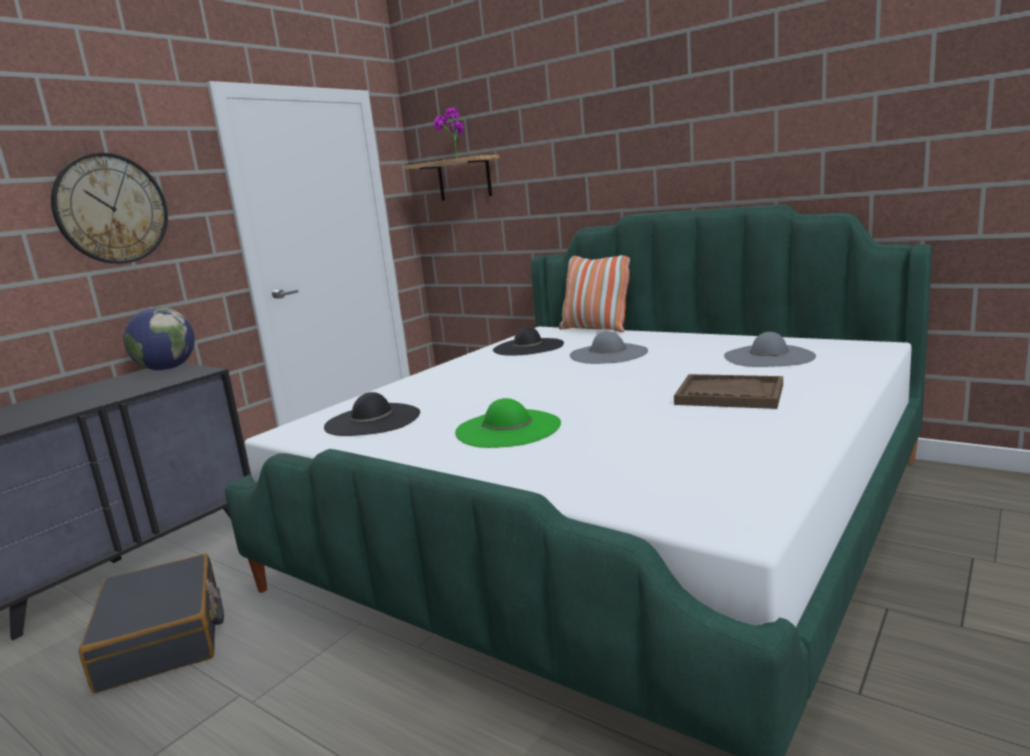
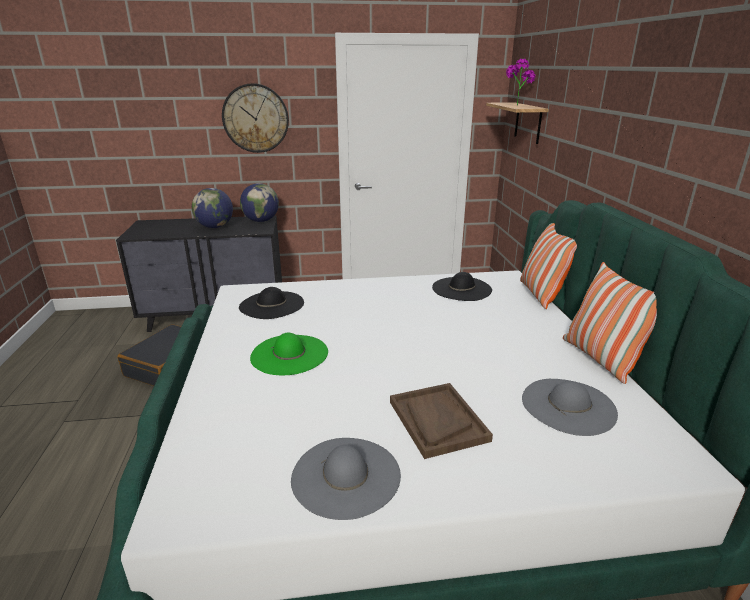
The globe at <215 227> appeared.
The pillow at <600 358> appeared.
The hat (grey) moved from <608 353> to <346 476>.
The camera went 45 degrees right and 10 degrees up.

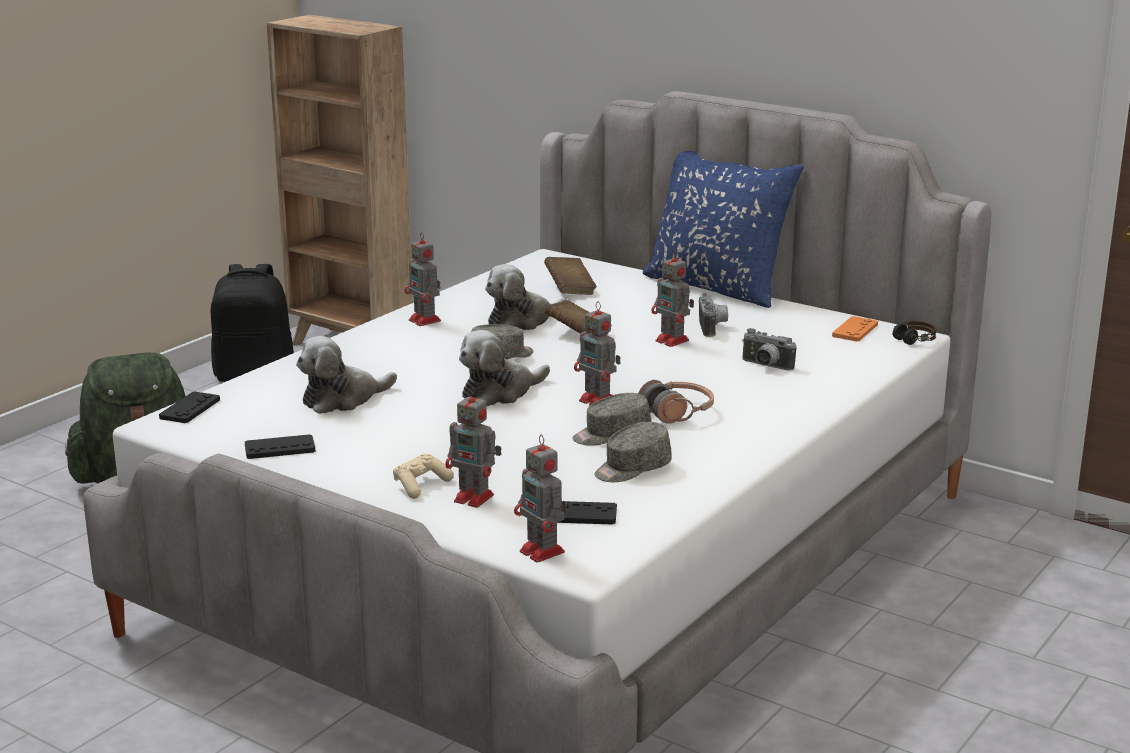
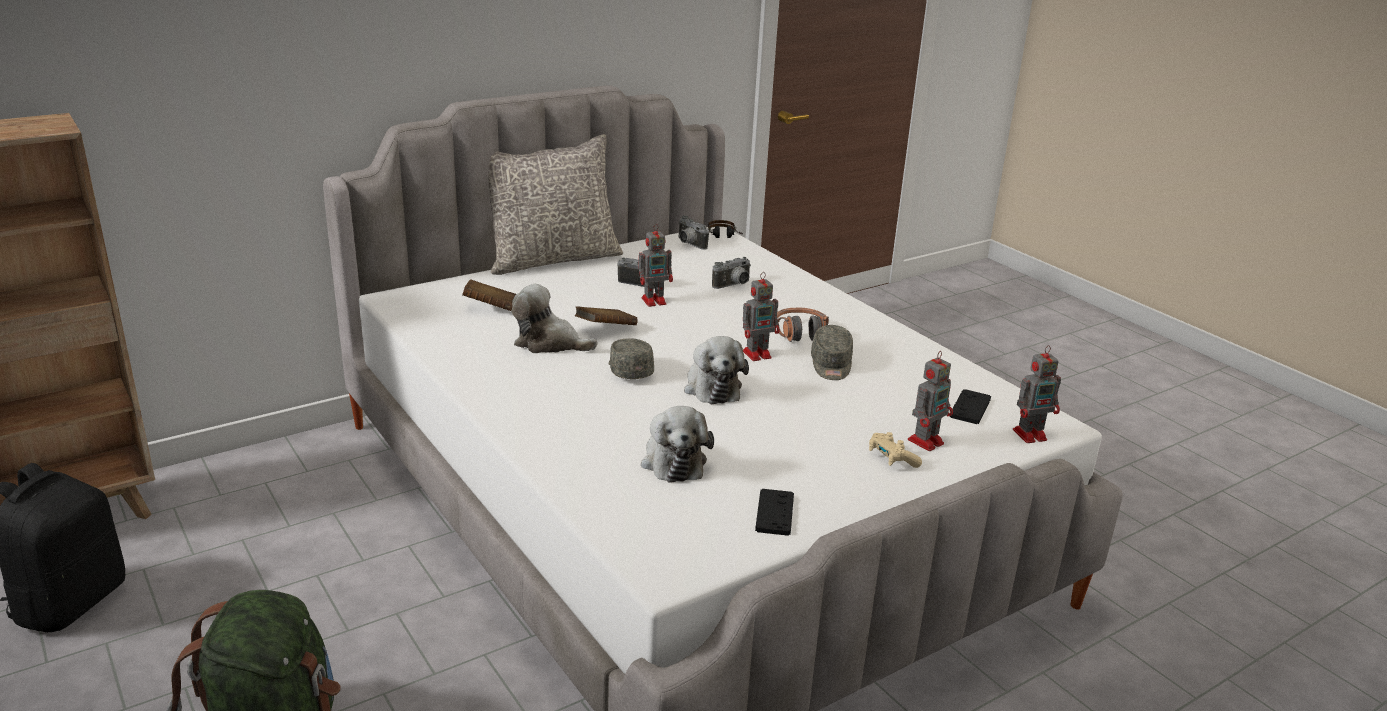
The game controller (black) at <190 409> disappeared.
The toy robot at <425 321> disappeared.
The cap (grey) at <632 469> disappeared.
The game controller (orange) at <855 330> was replaced by the photo camera at <689 244>.
The pillow (blue) at <717 287> became the pillow (grey) at <552 259>.
The plush toy at <522 321> turned 120 degrees clockwise.
The camera went 70 degrees left and 5 degrees up.

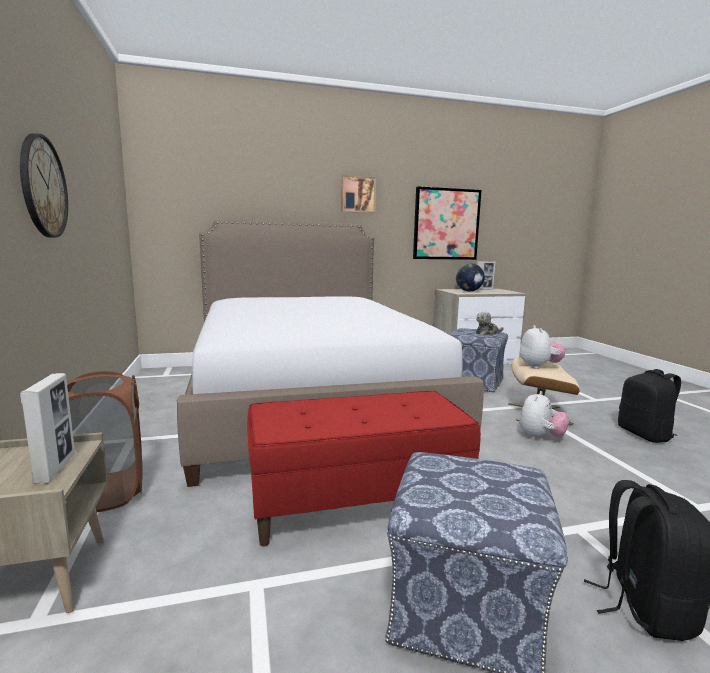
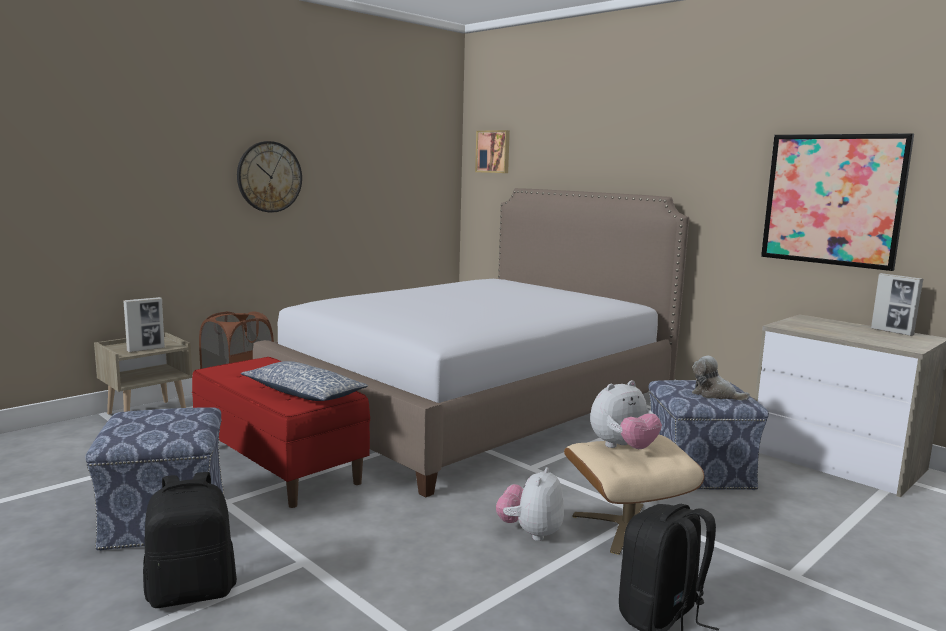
The globe at <469 291> disappeared.
The pillow at <304 393> appeared.
The picture moved from <358 194> to <493 151>.
The plush toy at <540 437> turned 105 degrees clockwise.
The camera went 60 degrees right and 0 degrees up.

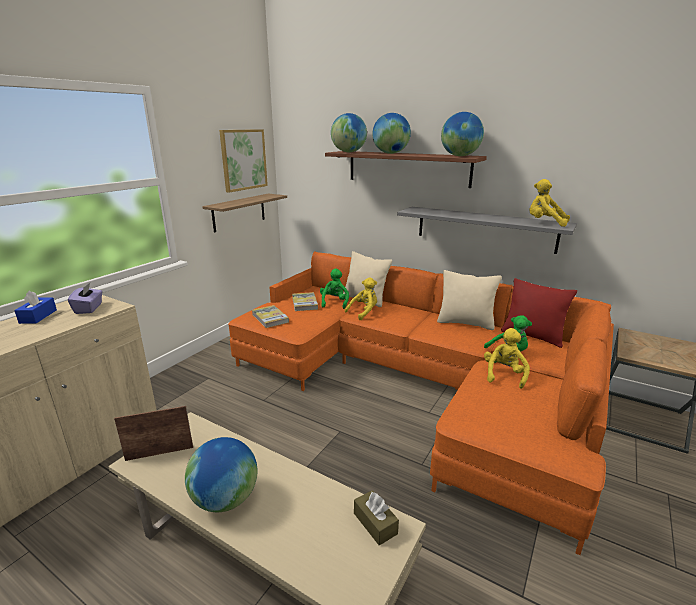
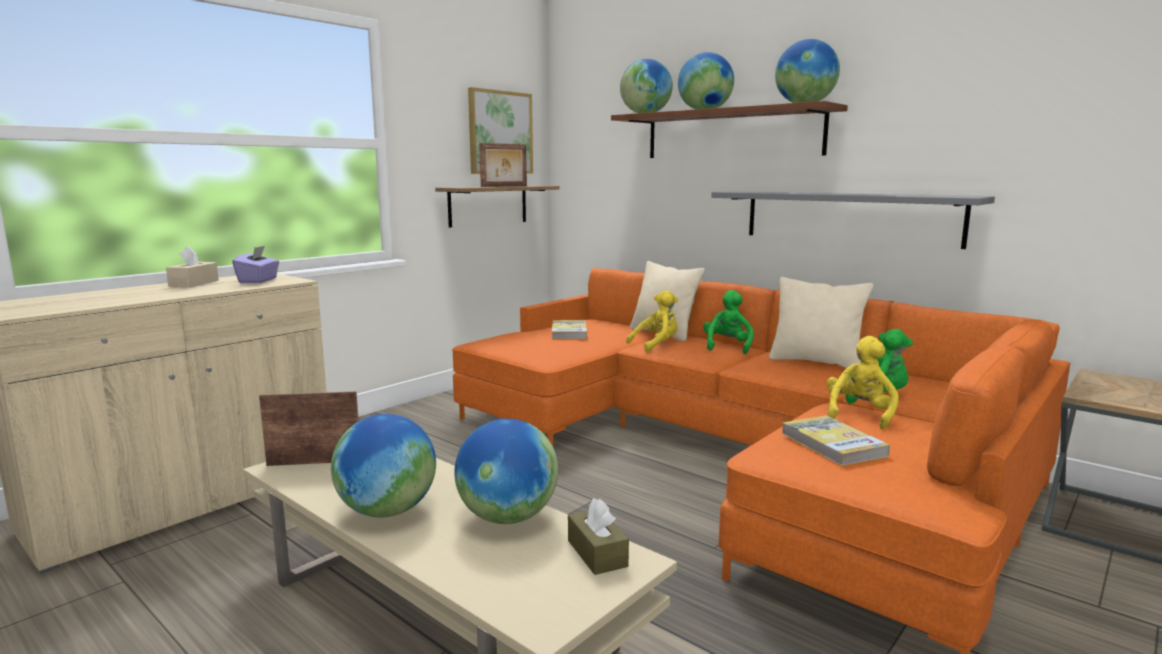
The pillow (red) at <532 336> disappeared.
The plush toy (yellow) at <544 223> disappeared.
The globe at <507 517> appeared.
The picture frame at <504 186> appeared.
The book moved from <270 318> to <833 444>.
The plush toy (green) moved from <334 302> to <727 347>.
The tissue box (blue) at <38 316> became the tissue box (beige) at <194 283>.
The camera went 10 degrees right and 10 degrees down.

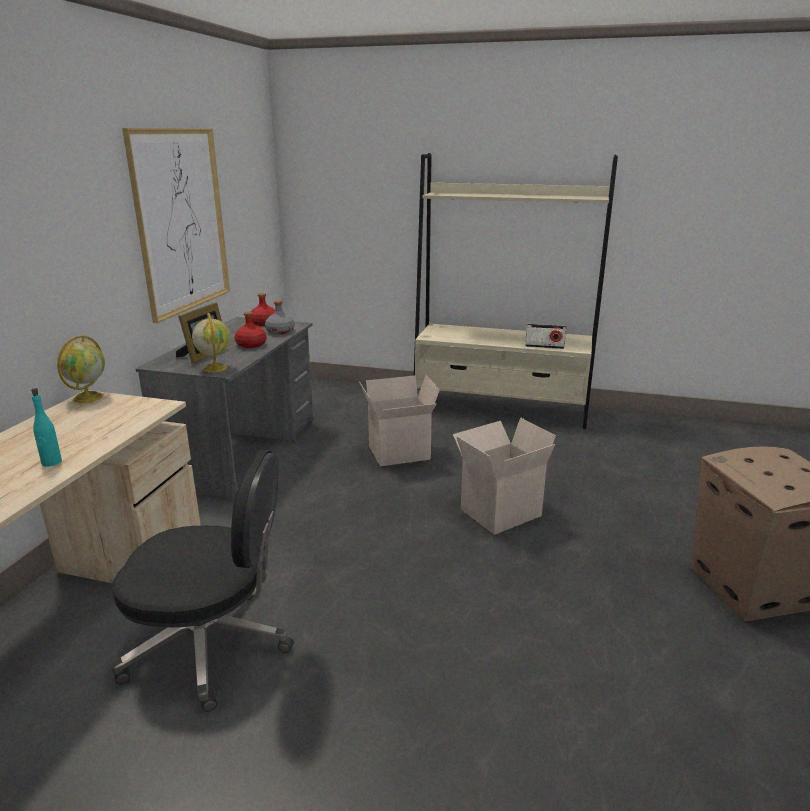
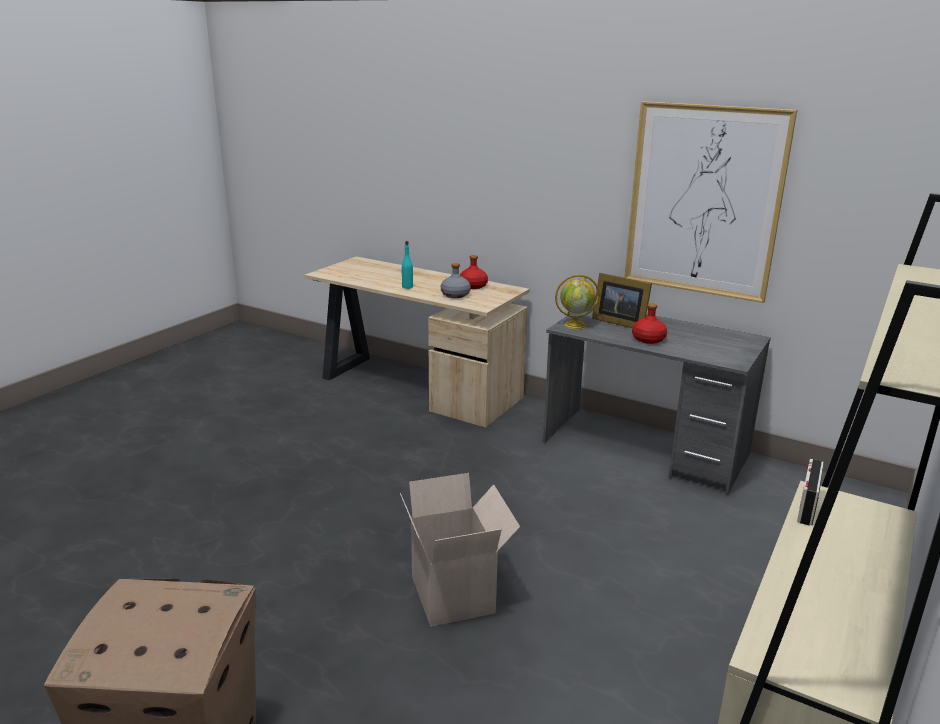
The globe at <88 397> disappeared.
The office chair (black) at <211 646> disappeared.
The cardboard box at <398 454> disappeared.
The bottle (red) moved from <264 323> to <473 286>.
The bottle (grey) moved from <280 332> to <455 295>.
The radio moved from <544 346> to <807 507>.
The camera went 105 degrees right and 0 degrees up.

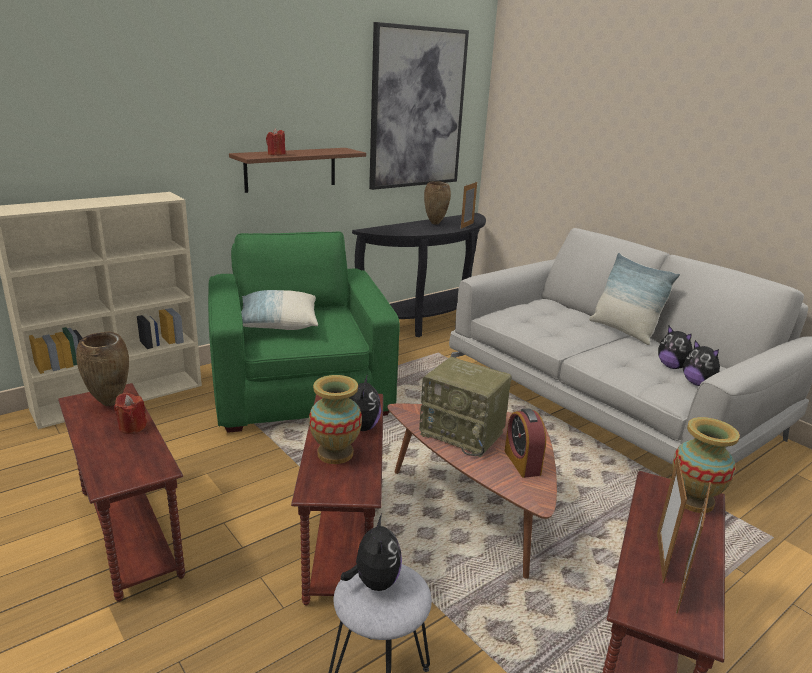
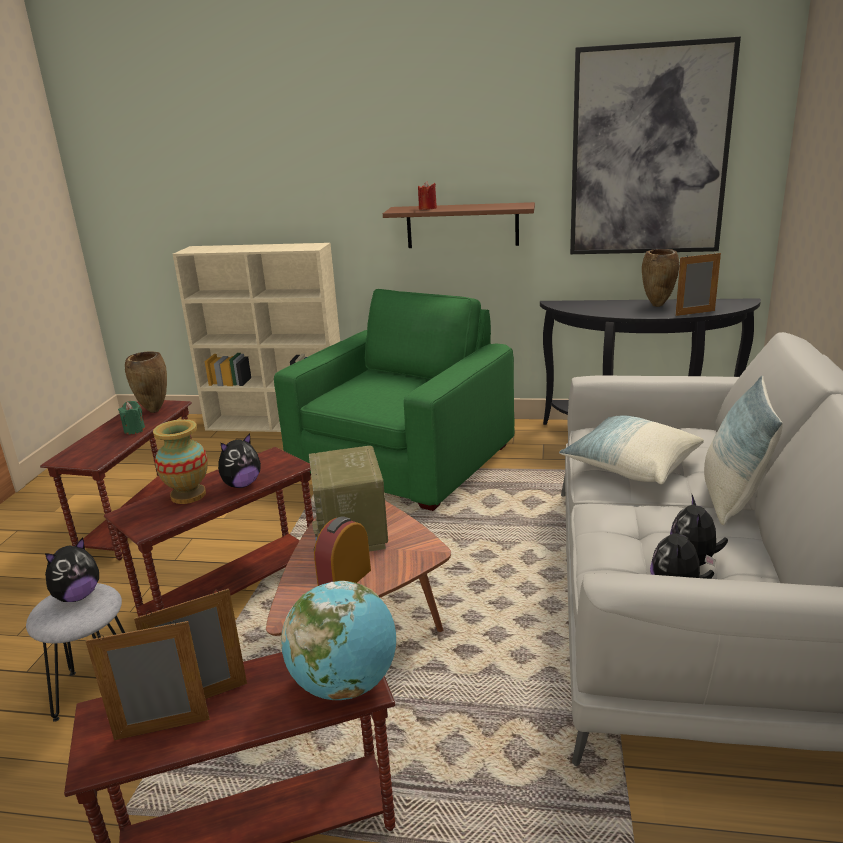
The pillow moved from <278 324> to <631 466>.
The vase at <693 500> was replaced by the globe at <345 684>.
The candle (red) at <132 427> became the candle (green) at <134 430>.
The camera went 50 degrees right and 0 degrees up.

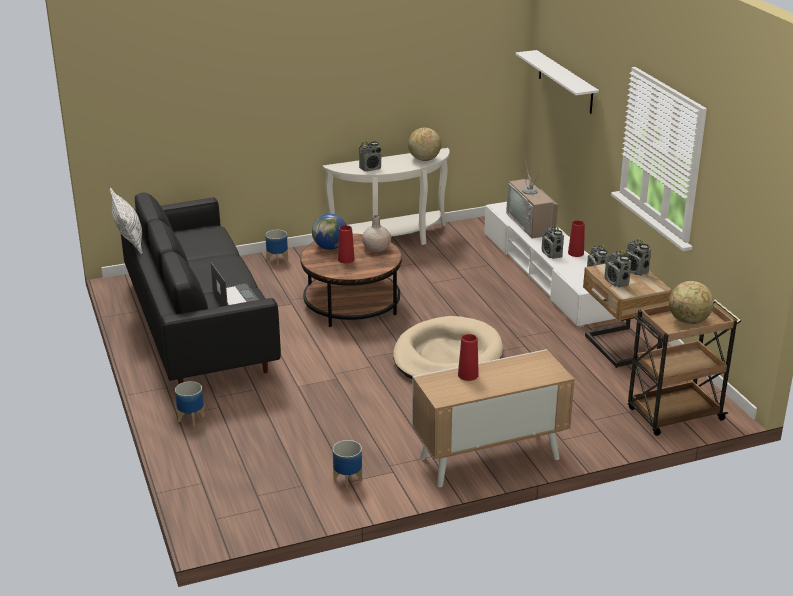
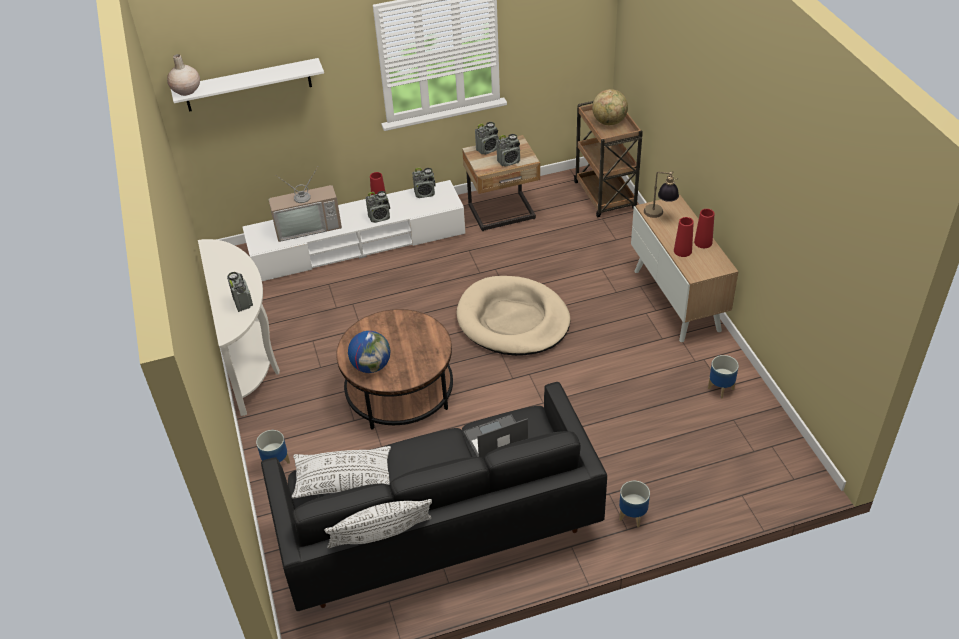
The globe at <424 159> disappeared.
The pillow (white) at <343 479> appeared.
The table lamp at <659 215> appeared.
The vase (red) moved from <346 259> to <703 242>.
The vase (beige) moved from <376 248> to <186 90>.
The camera went 85 degrees left and 15 degrees up.

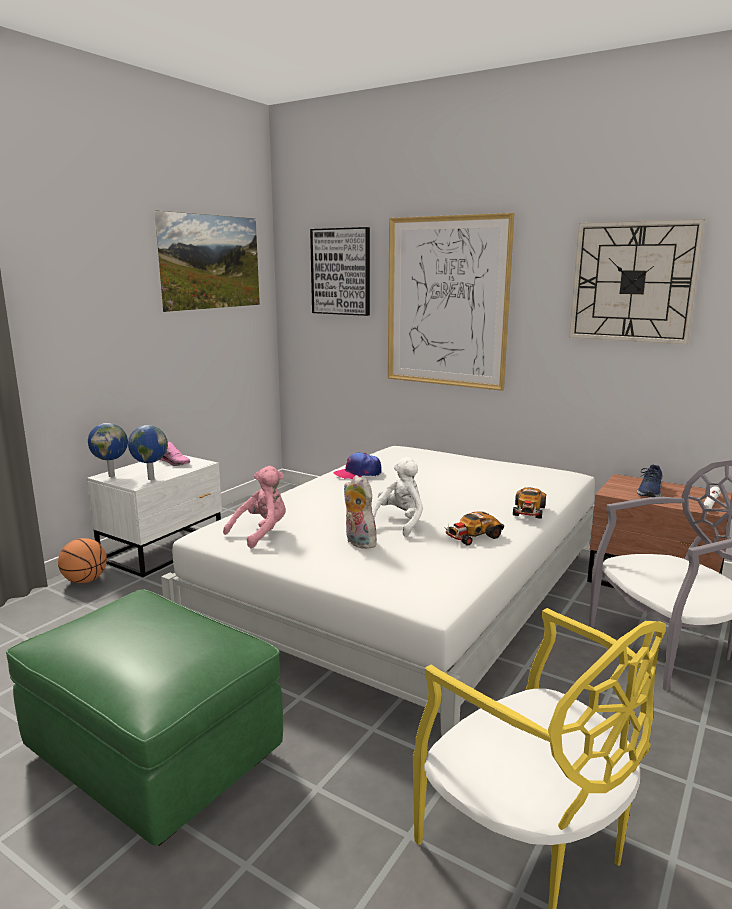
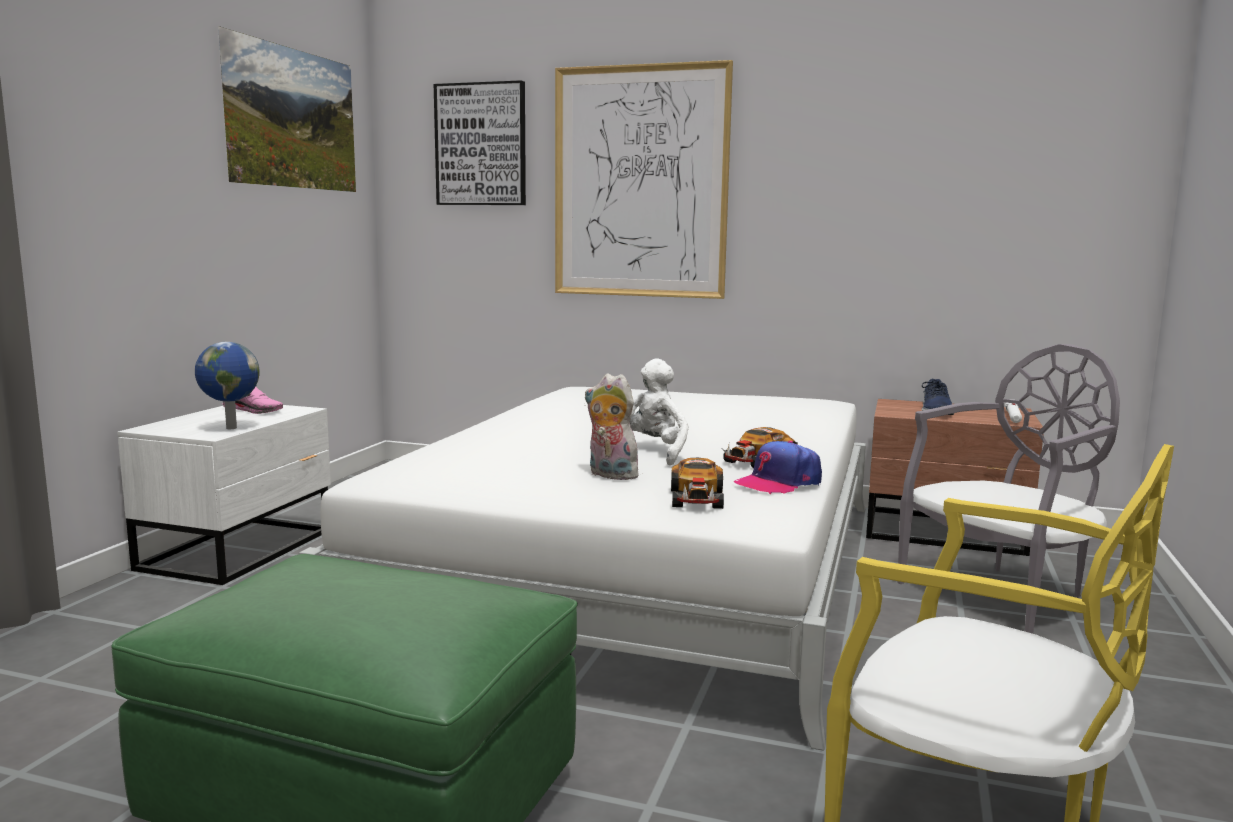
The basketball at <85 581> disappeared.
The globe at <112 475> disappeared.
The plush toy (pink) at <261 533> disappeared.
The wall clock at <633 282> disappeared.
The cap moved from <358 473> to <778 482>.
The toy car moved from <528 511> to <697 499>.
The camera went 15 degrees left and 5 degrees down.

